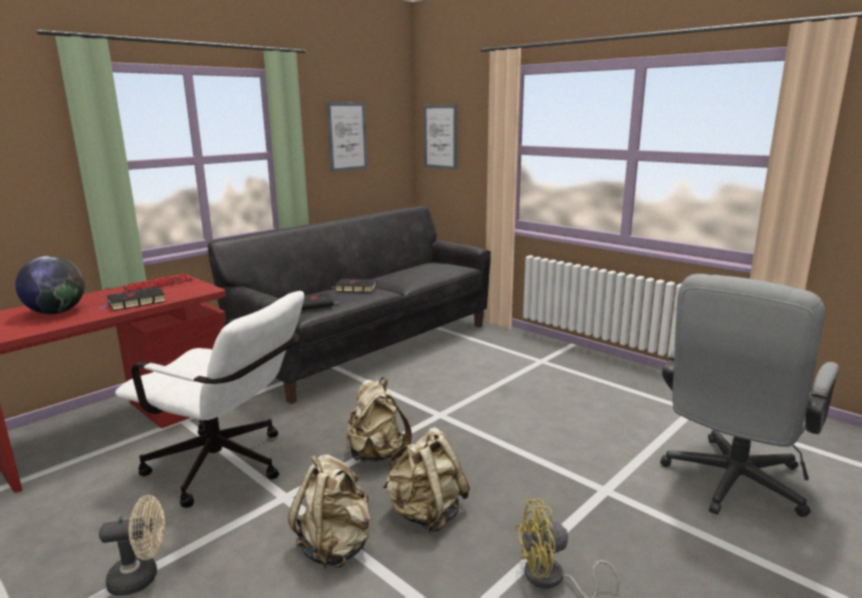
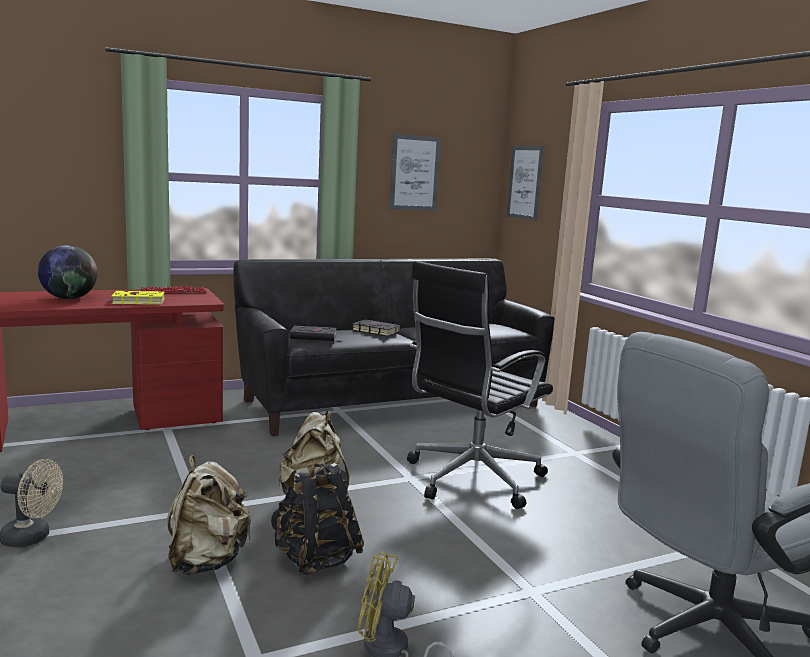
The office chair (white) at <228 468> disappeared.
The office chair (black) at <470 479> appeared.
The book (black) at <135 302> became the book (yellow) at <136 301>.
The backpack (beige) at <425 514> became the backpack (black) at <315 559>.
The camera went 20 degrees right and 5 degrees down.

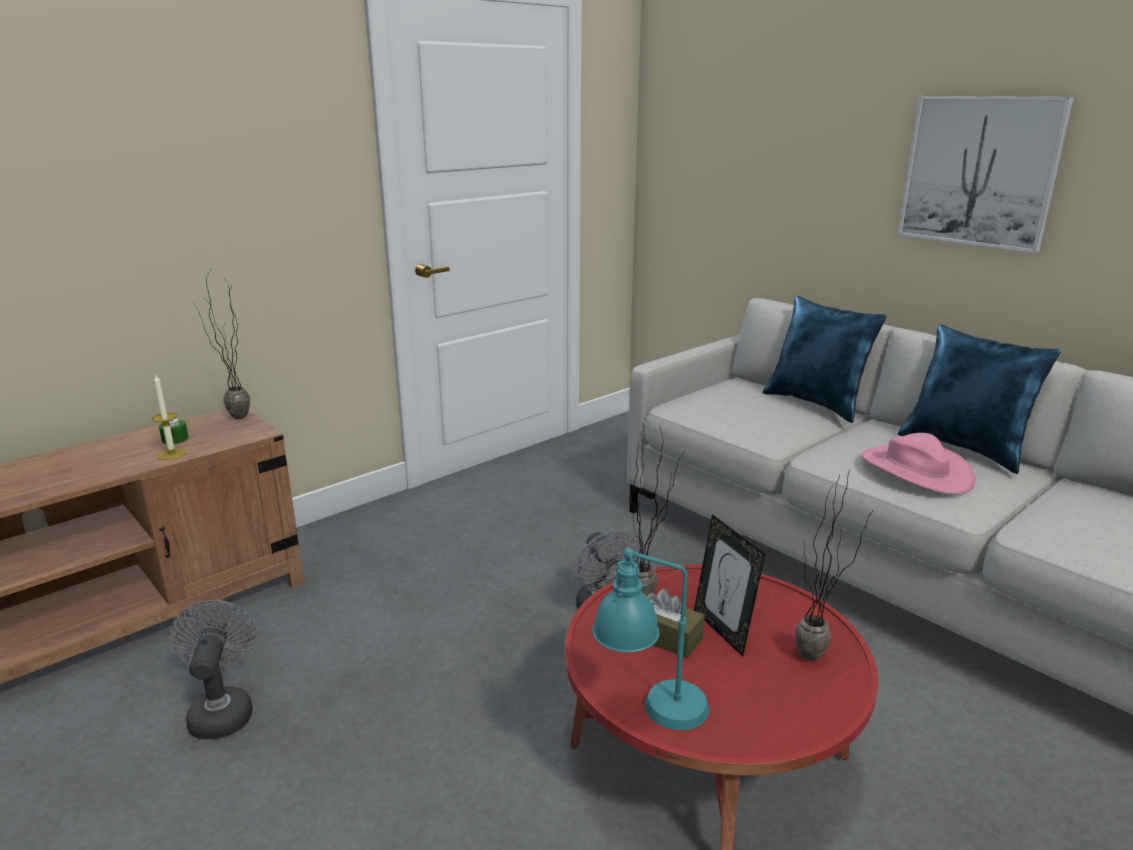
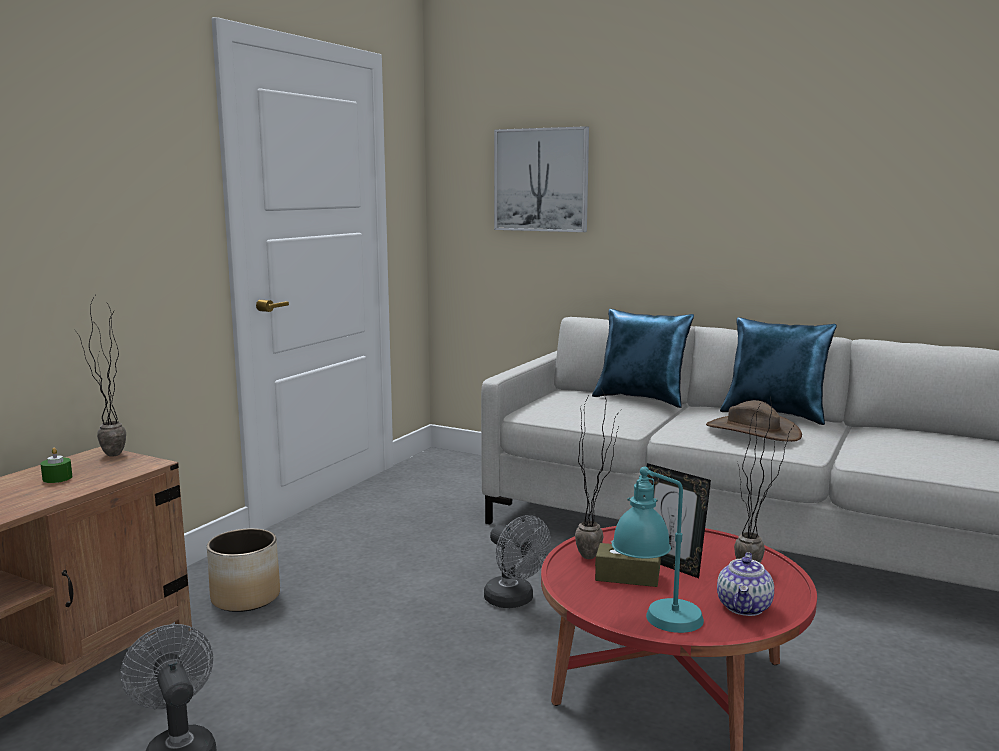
The candle at <172 454> disappeared.
The planter at <246 598> appeared.
The teapot at <745 607> appeared.
The picture moved from <980 171> to <541 180>.
The hat (pink) at <915 470> became the hat (brown) at <752 431>.
The camera went 20 degrees left and 10 degrees down.

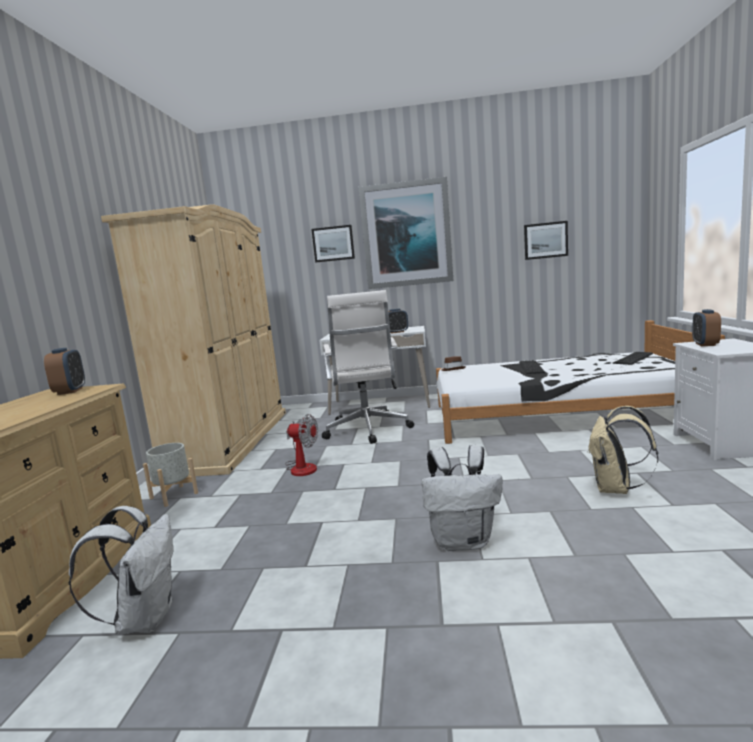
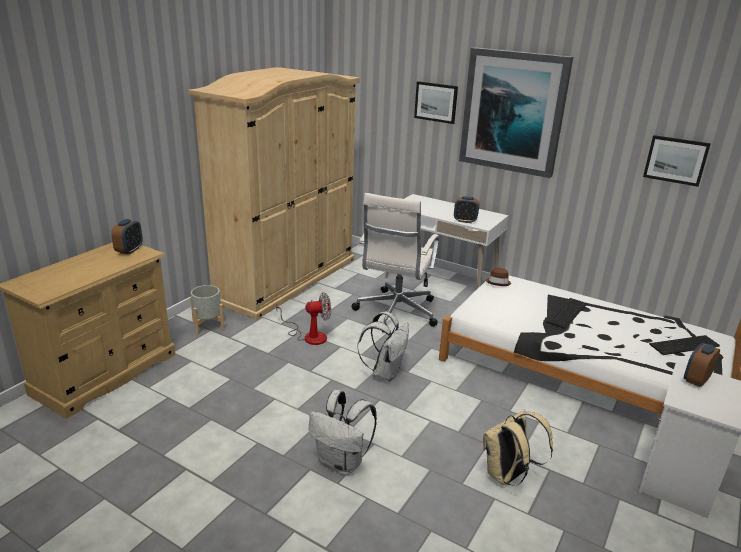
The backpack (white) moved from <144 618> to <385 372>.
The fan at <302 467> turned 60 degrees counterclockwise.
The camera went 25 degrees right and 15 degrees up.

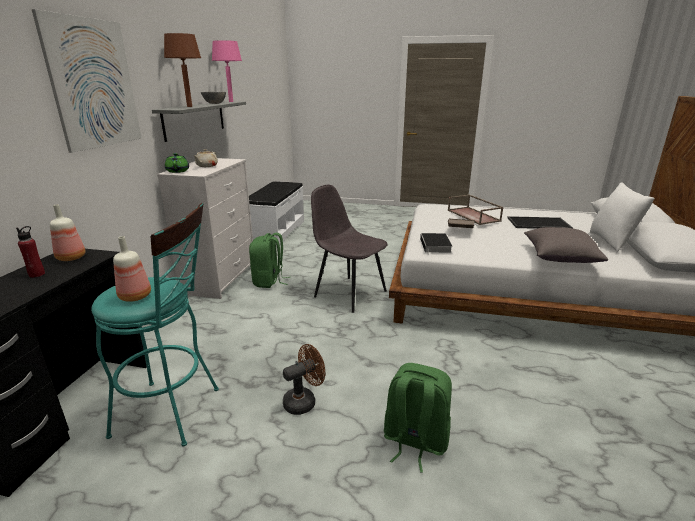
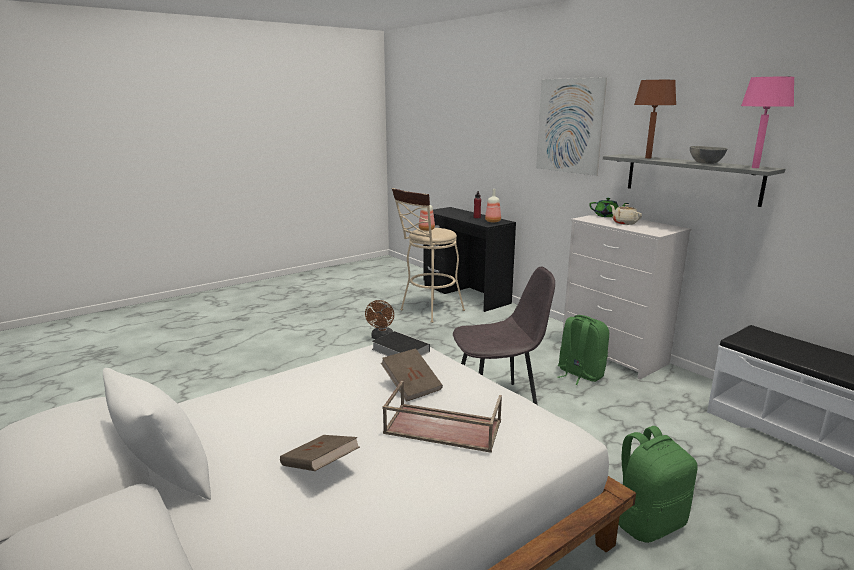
The pillow (grey) at <560 257> disappeared.
The backpack (green) moved from <414 441> to <647 522>.
The tray at <538 223> was replaced by the book (brown) at <320 467>.
The stool (turquoise) at <175 412> became the stool (beige) at <428 311>.
The camera went 130 degrees right and 5 degrees down.

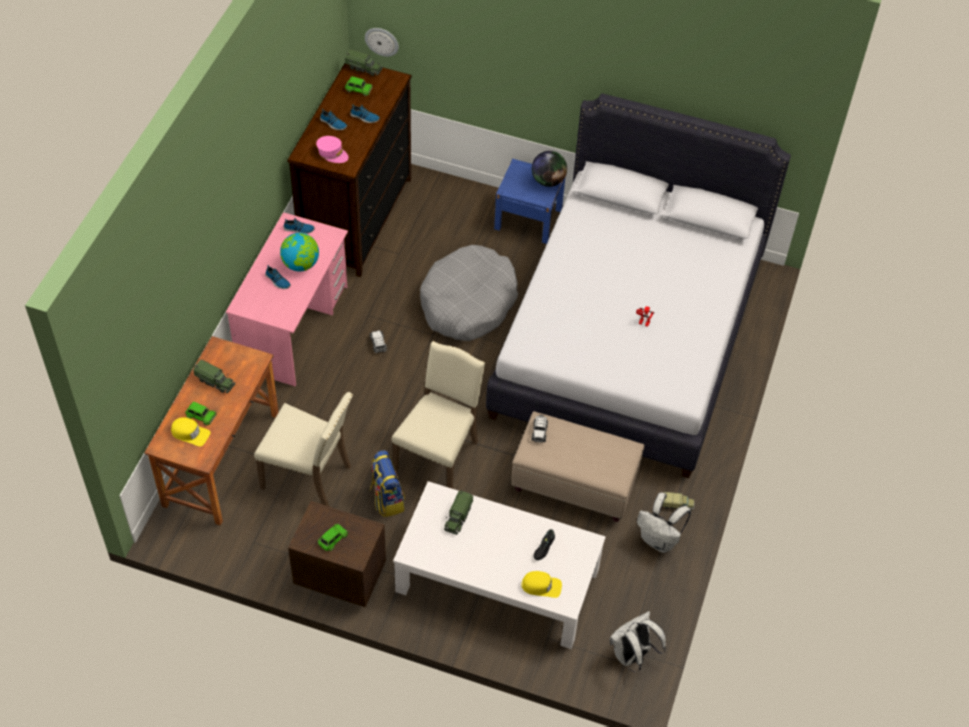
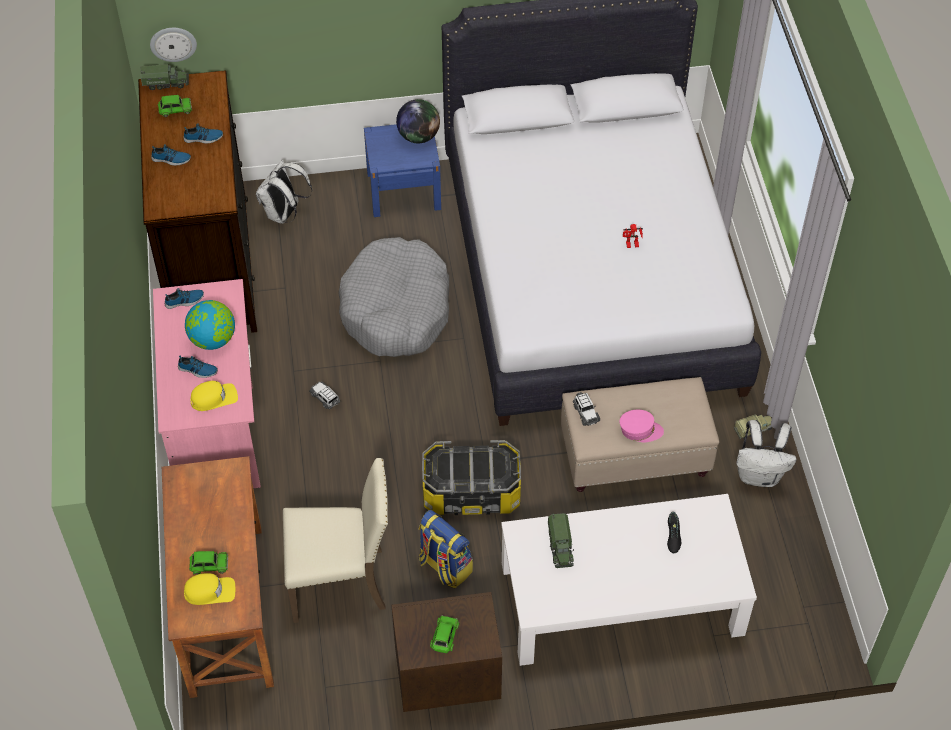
The toy truck at <215 381> disappeared.
The cap (pink) moved from <332 153> to <640 430>.
The cap (yellow) moved from <541 586> to <214 398>.
The backpack (white) moved from <632 655> to <284 214>.
The chair (beige) at <439 455> was replaced by the storage box at <471 492>.
The camera went 25 degrees left and 0 degrees up.

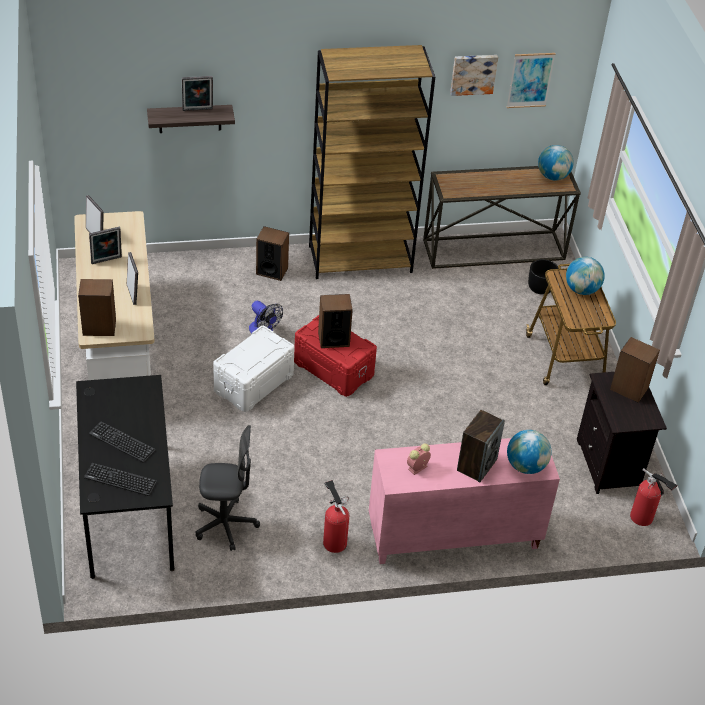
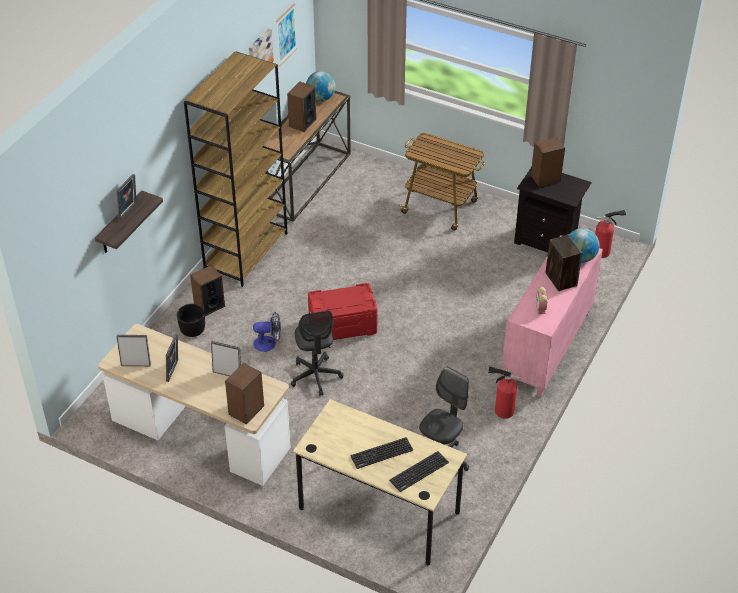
The globe at <581 290> disappeared.
The speaker moved from <333 339> to <302 123>.
The planter (black) moved from <540 287> to <192 330>.
The storage box (white) at <253 383> was replaced by the office chair (grey) at <316 376>.
The desk (black) at <128 509> became the desk (beige) at <379 510>.
The camera went 50 degrees left and 0 degrees up.

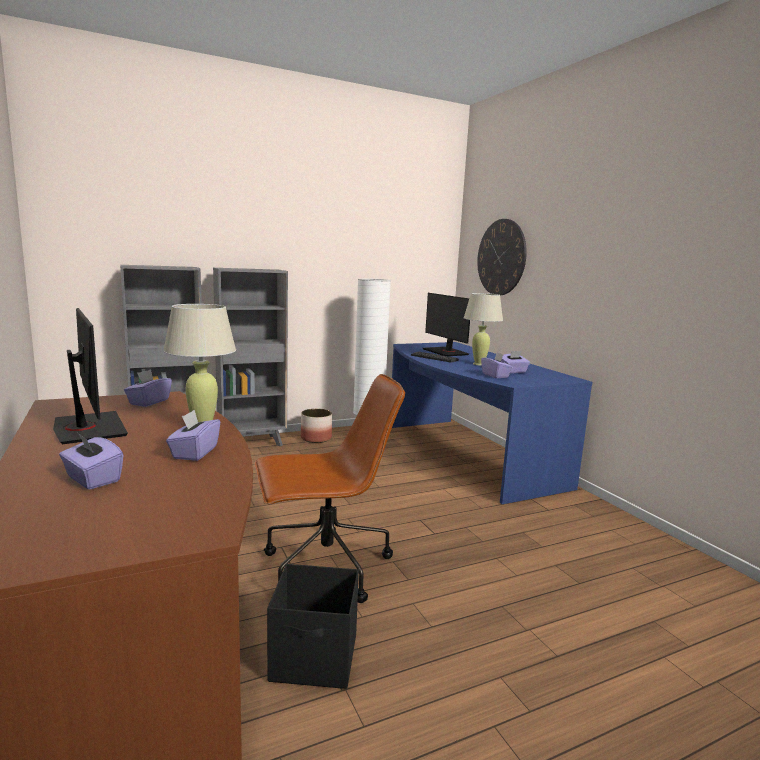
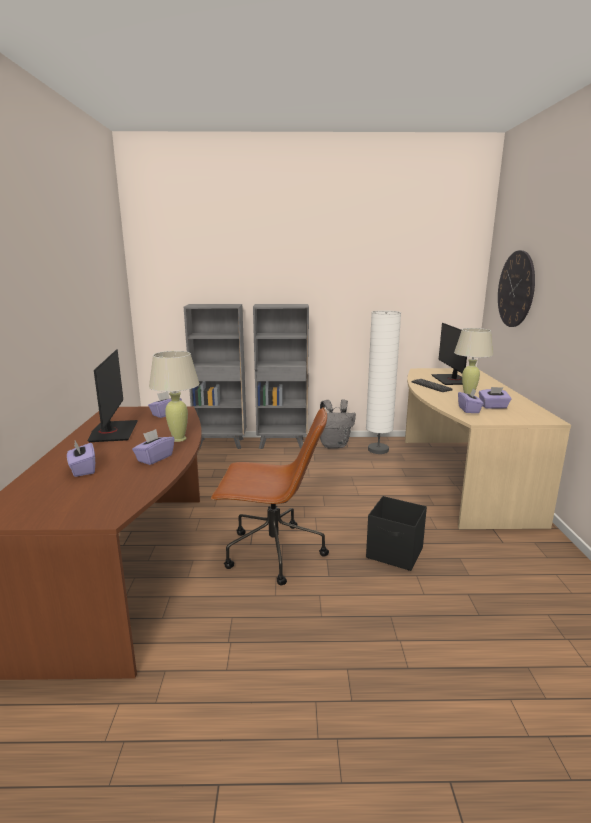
The storage box (black) moved from <315 659> to <395 553>.
The planter at <316 438> was replaced by the backpack (grey) at <334 445>.
The desk (blue) at <465 455> became the desk (beige) at <458 477>.
The camera went 25 degrees right and 5 degrees up.

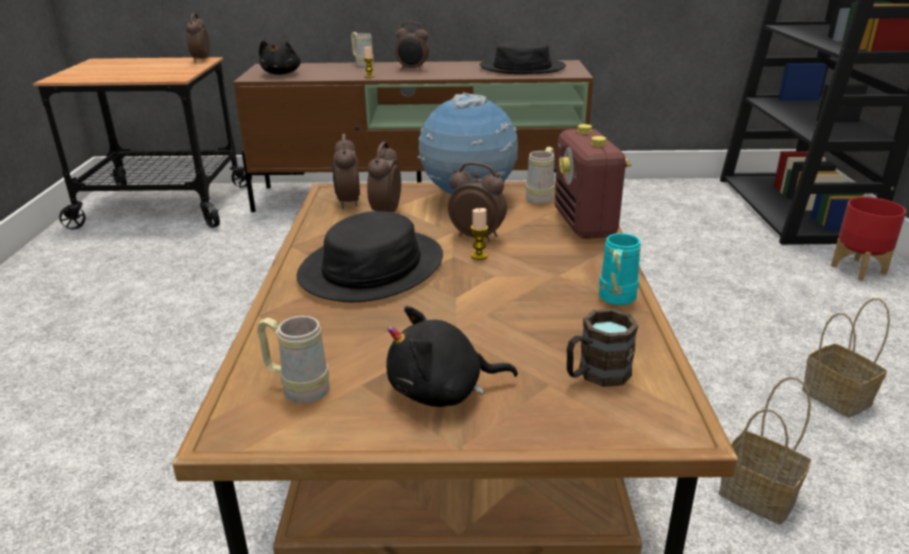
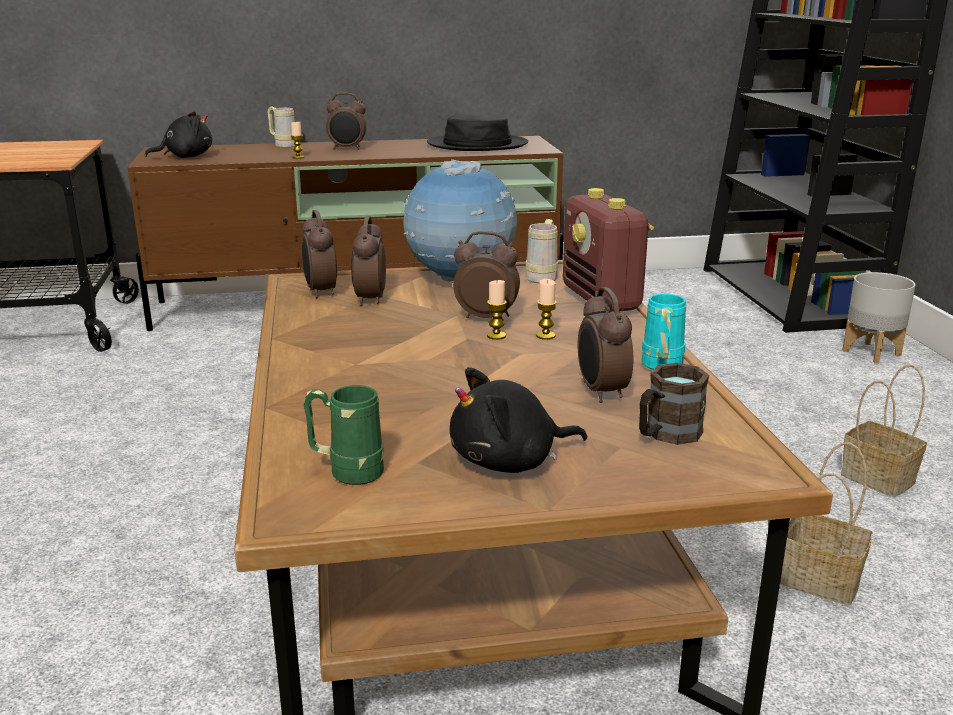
The hat (black) at <372 268> disappeared.
The candle at <545 336> appeared.
The alarm clock moved from <201 60> to <601 392>.
The mug (beige) at <298 389> became the mug (green) at <346 471>.
The planter (red) at <859 269> became the planter (grey) at <872 352>.
The plush toy (black) at <281 73> turned 105 degrees counterclockwise.
The camera went 10 degrees left and 5 degrees down.

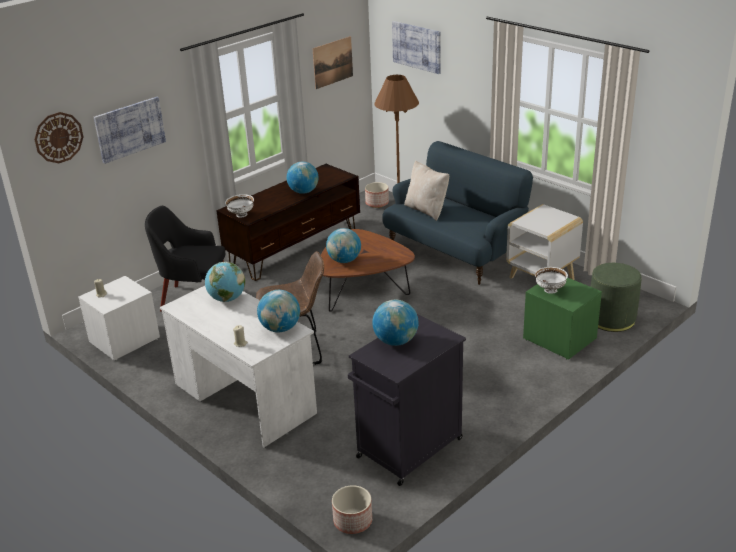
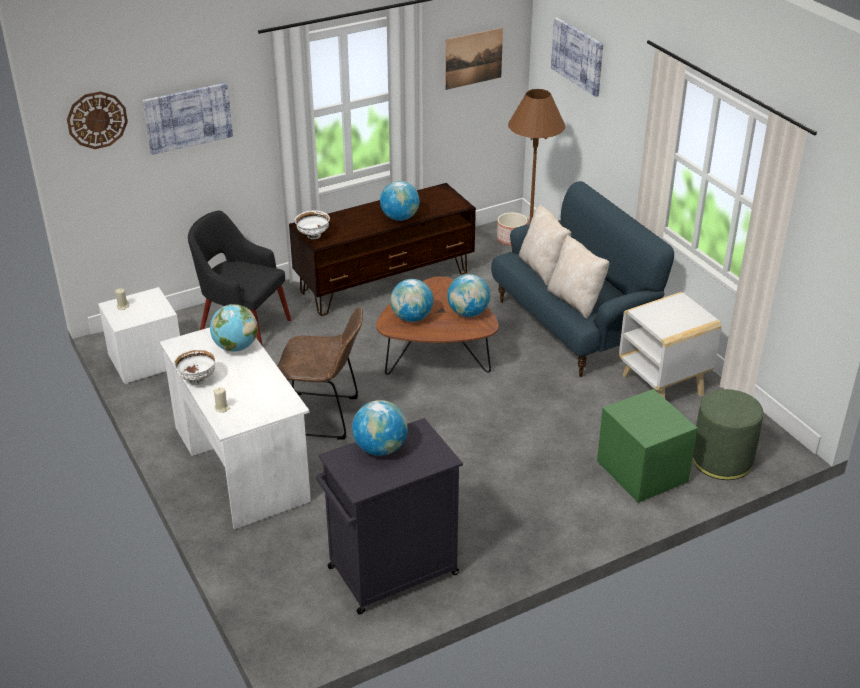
The planter at <353 521> disappeared.
The pillow (beige) at <575 301> appeared.
The globe moved from <280 328> to <468 313>.
The bowl (white) moved from <550 290> to <197 380>.
The camera went 15 degrees right and 5 degrees up.

